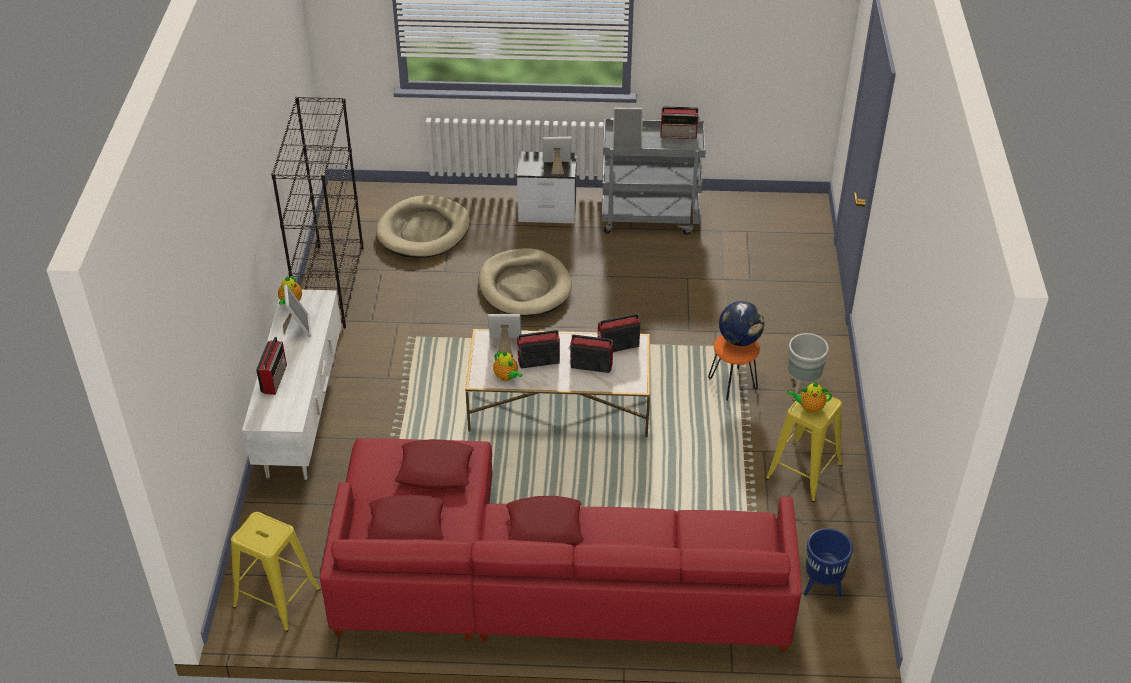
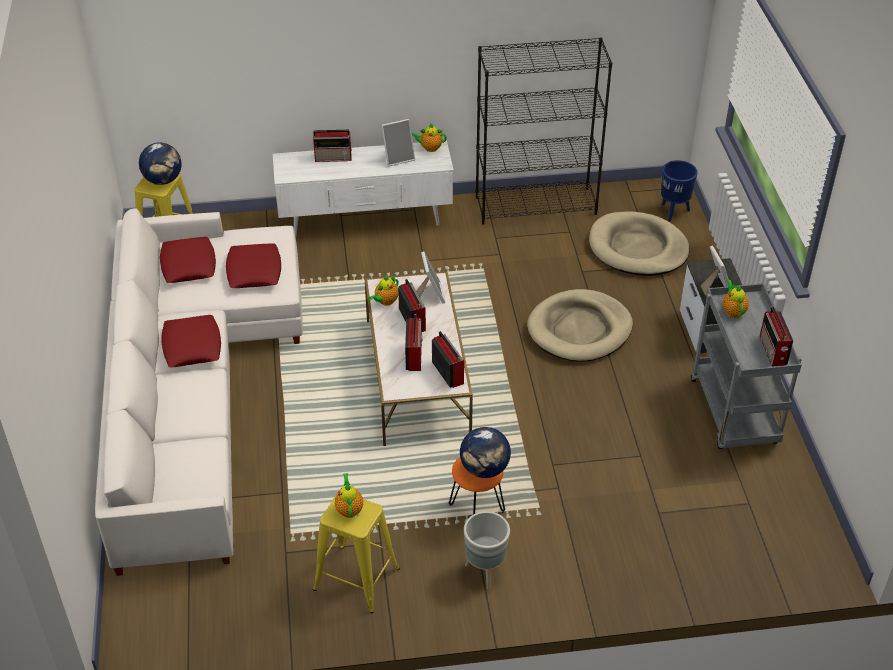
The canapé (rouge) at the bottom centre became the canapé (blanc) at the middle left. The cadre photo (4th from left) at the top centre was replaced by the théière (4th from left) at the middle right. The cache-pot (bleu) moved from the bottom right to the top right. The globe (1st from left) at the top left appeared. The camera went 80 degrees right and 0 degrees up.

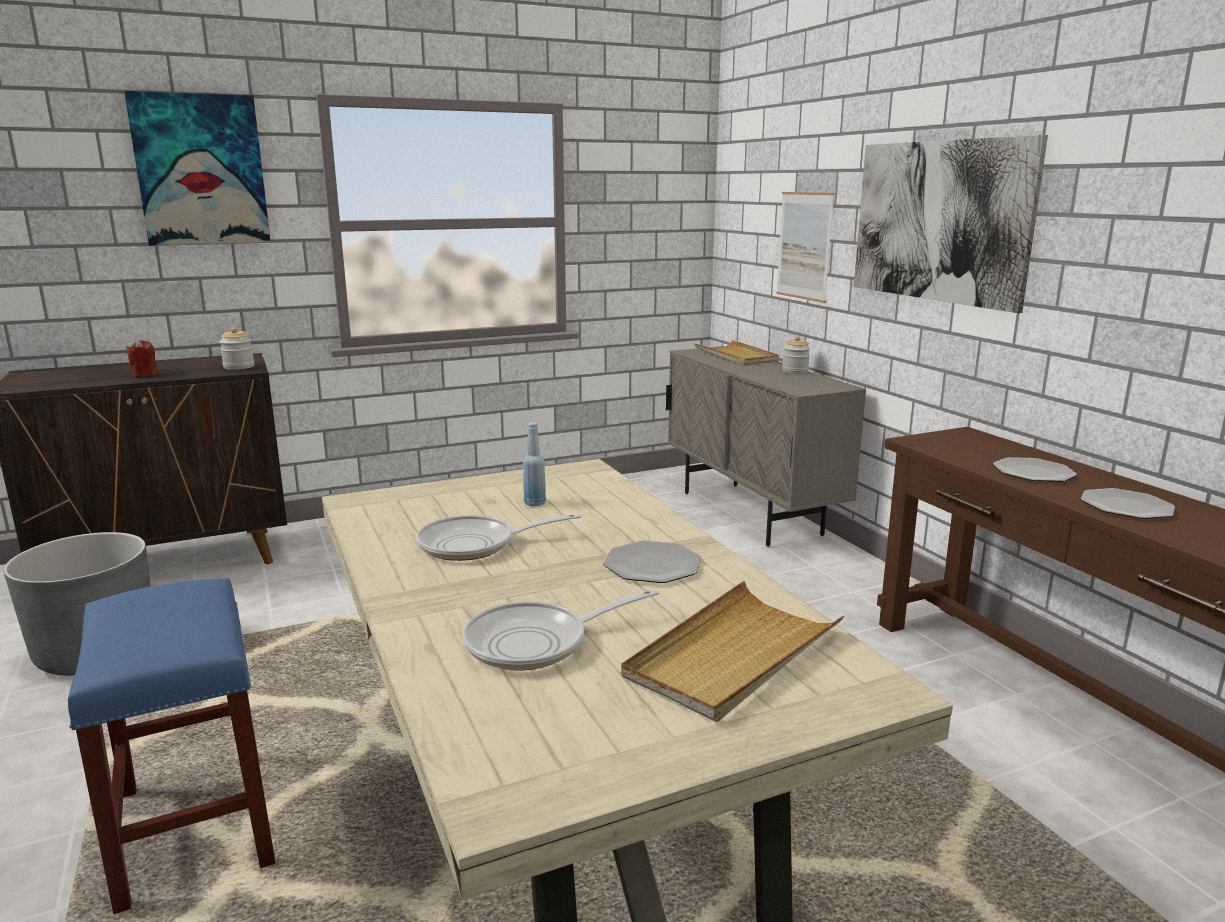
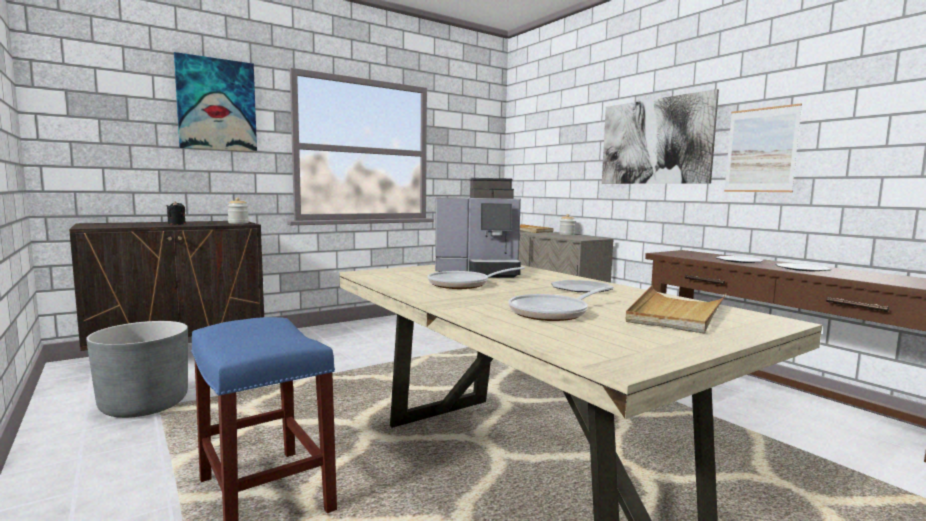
The bougie (rouge) at the middle left became the bougie (noir) at the middle left. The bouteille (bleu) at the centre was replaced by the machine à café at the centre. The tableau (2nd from left in the first image) moved from the top centre to the top right. The camera went 10 degrees left and 10 degrees down.

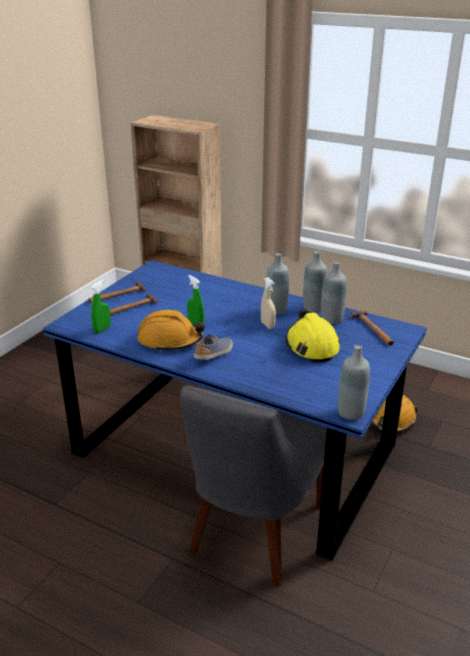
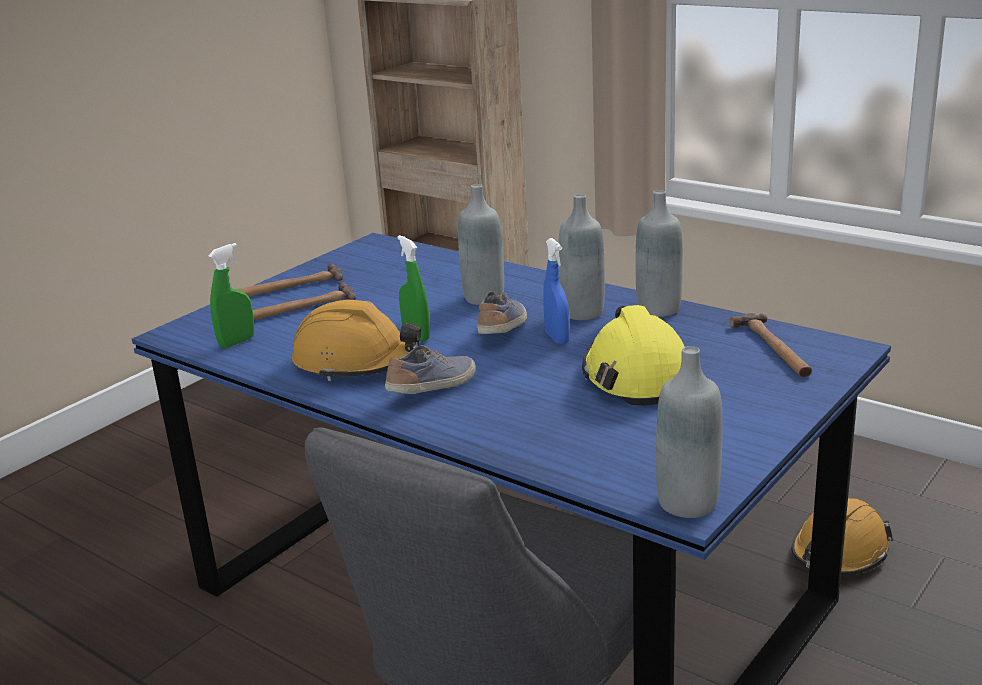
The vaporisateur (beige) at the centre became the vaporisateur (bleu) at the centre. The bouteille (gris) (3rd from left in the first image) moved from the middle right to the centre. The chaussure (2nd from left) at the centre appeared. The camera went 10 degrees right and 5 degrees down.

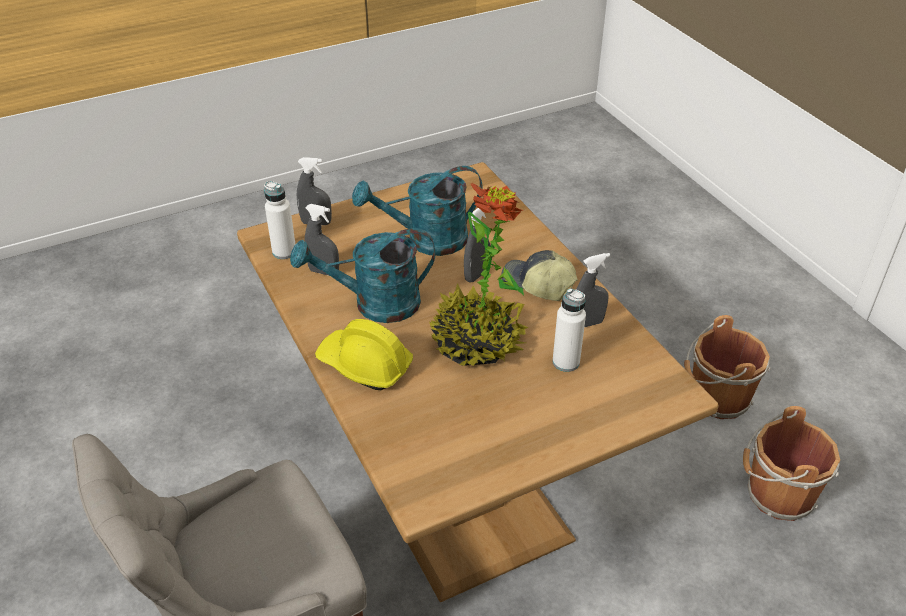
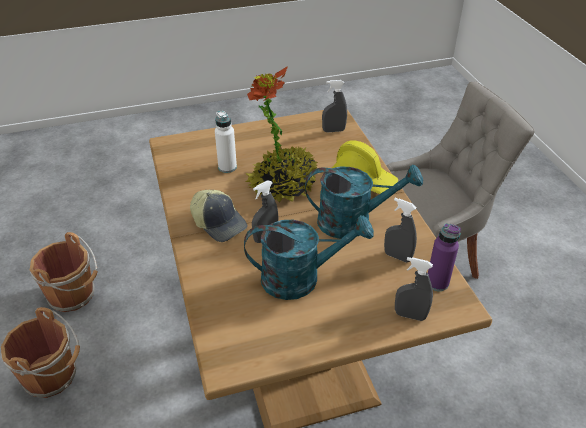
The bouteille (blanc) (1st from left) at the middle left became the bouteille (violet) at the middle right. The vaporisateur (gris) (4th from left in the first image) moved from the centre to the top centre. The camera went 170 degrees left and 0 degrees up.

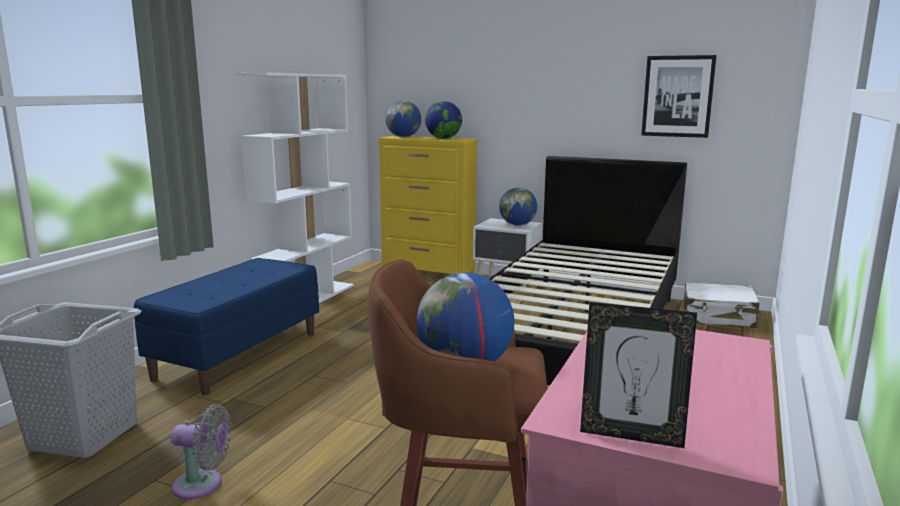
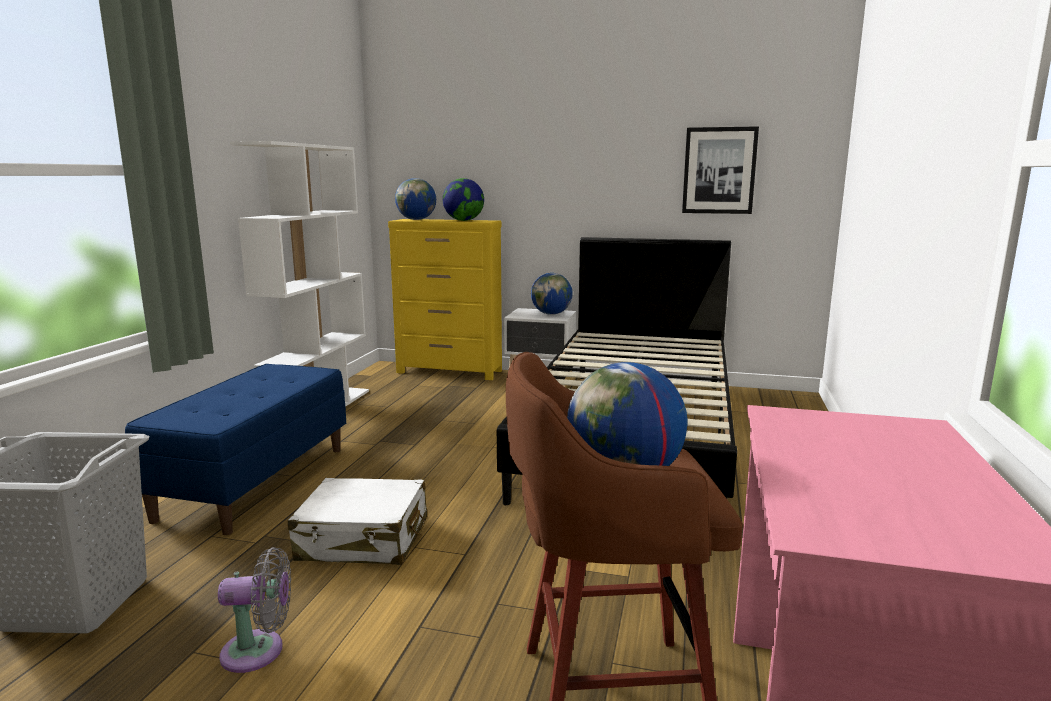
The cadre photo at the bottom right disappeared. The valise (blanc) moved from the middle right to the bottom centre. The camera went 10 degrees left and 0 degrees up.

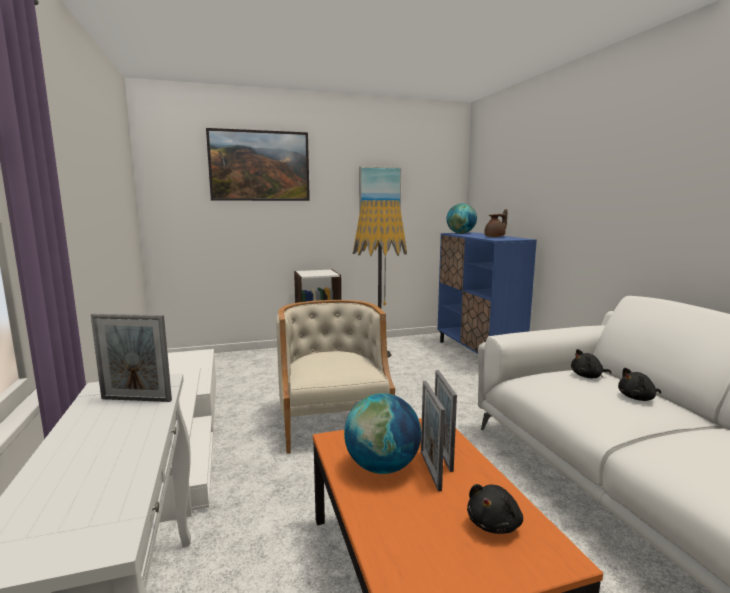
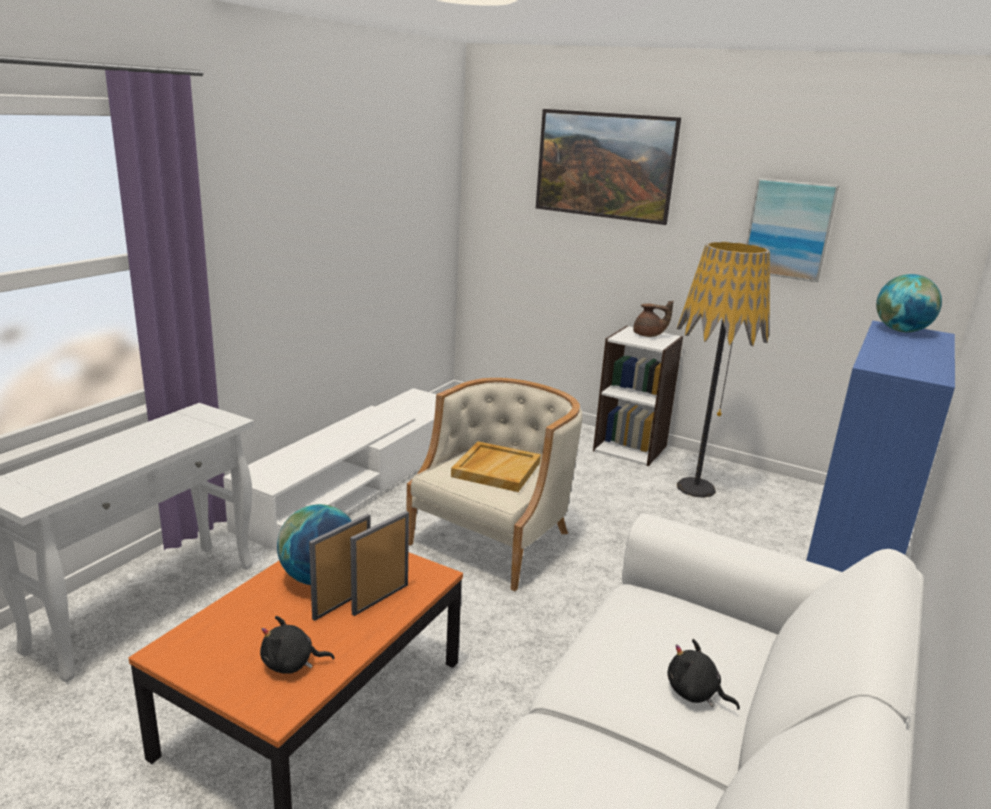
The cadre photo (1st from left) at the middle left disappeared. The théière (marron) moved from the middle right to the centre. The peluche (noir) (2nd from left) at the middle right disappeared. The plateau (beige) at the centre appeared. The camera went 45 degrees right and 10 degrees up.

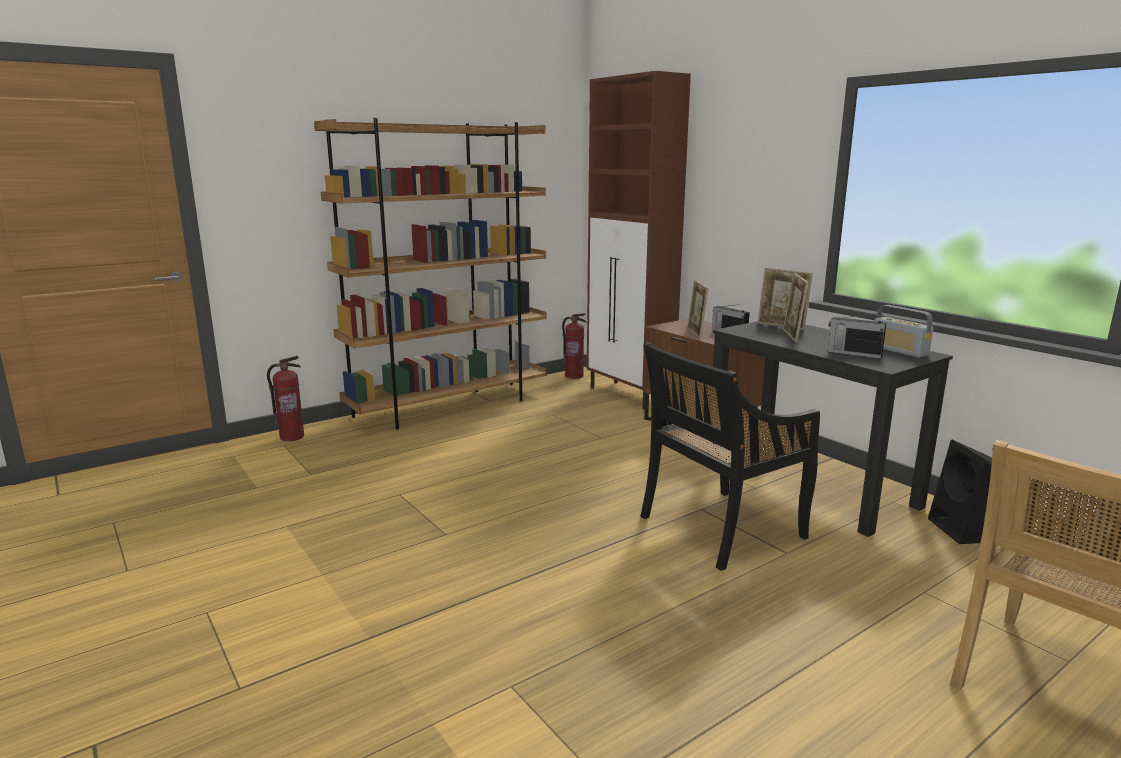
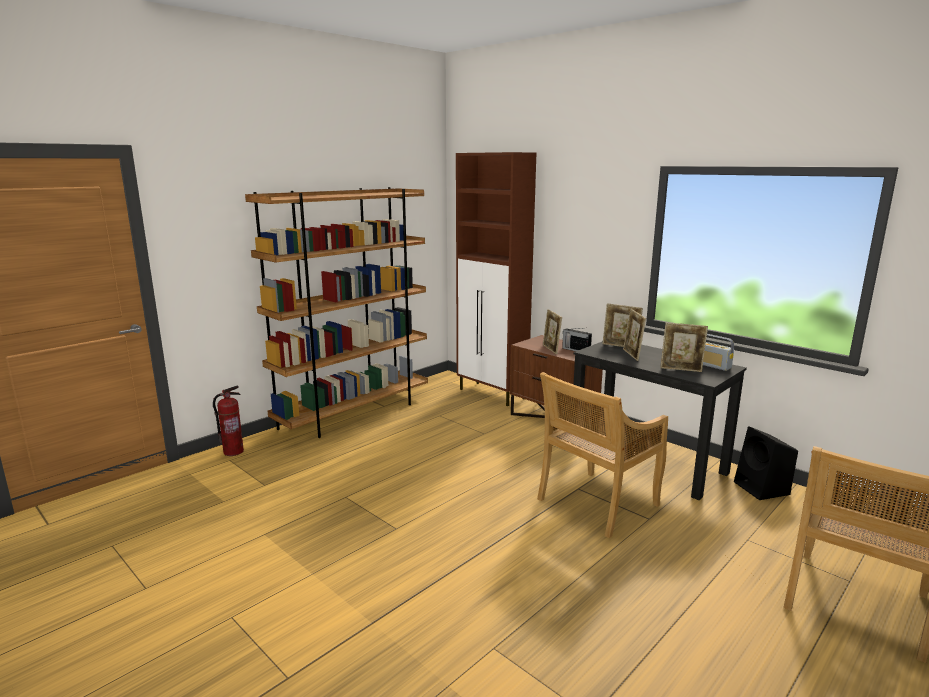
The extincteur (2nd from left) at the centre disappeared. The chaise (noir) at the centre became the chaise (beige) (1st from left) at the centre. The radio (2nd from left) at the middle right was replaced by the cadre photo (4th from left) at the middle right. The camera went 10 degrees left and 0 degrees up.

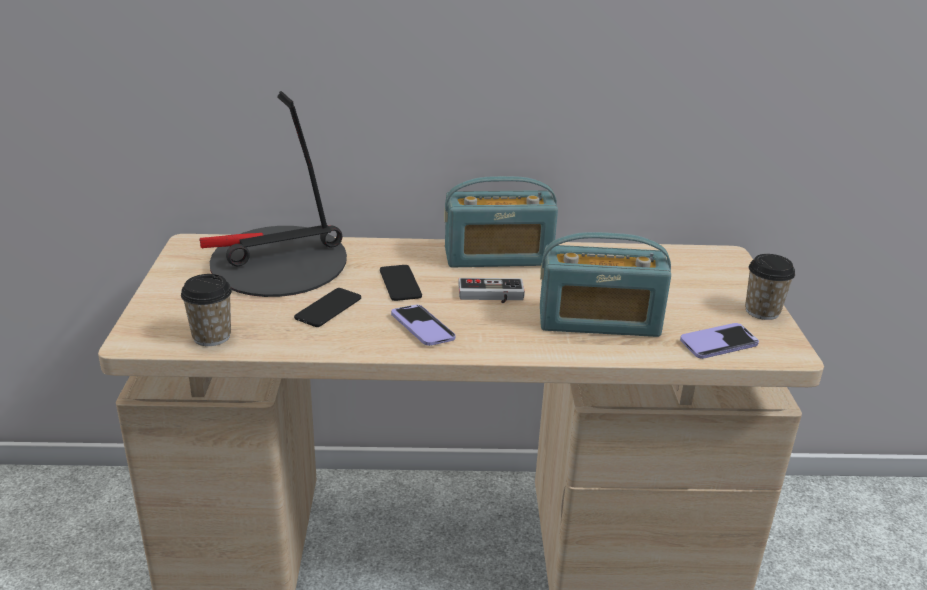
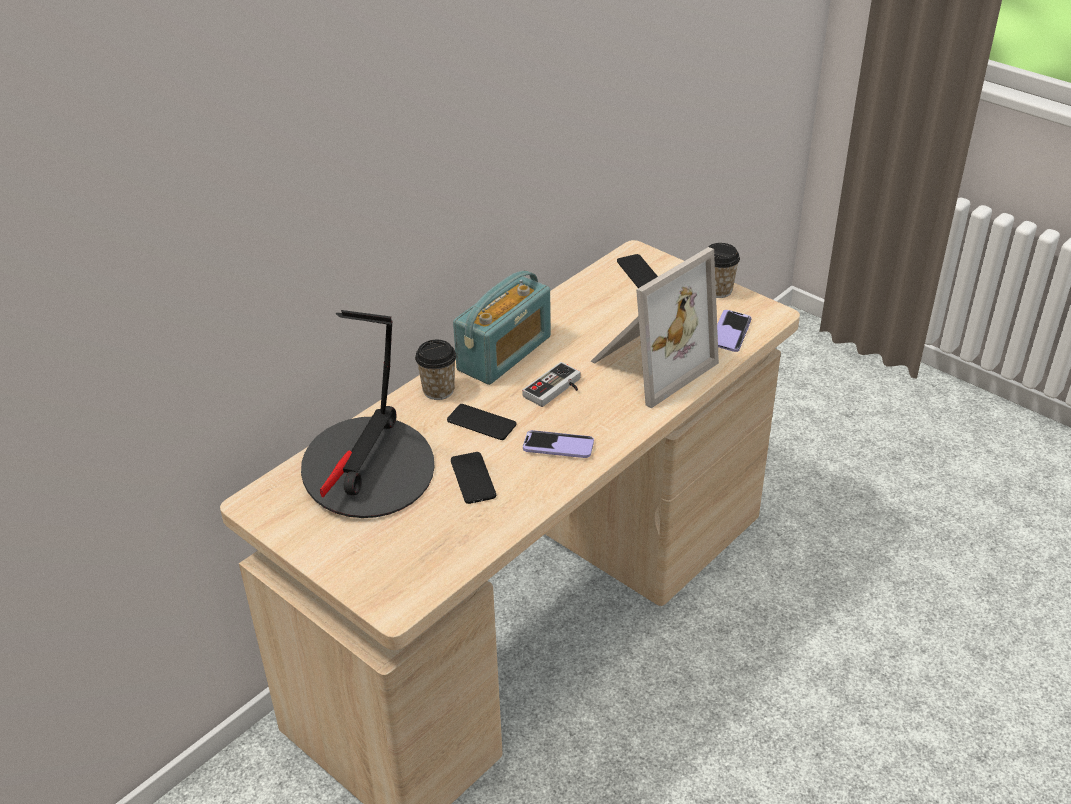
The tasse (1st from left) moved from the middle left to the centre. The radio (2nd from left) at the centre was replaced by the cadre photo at the centre. The téléphone (4th from left) at the centre appeared. The camera went 45 degrees left and 10 degrees up.

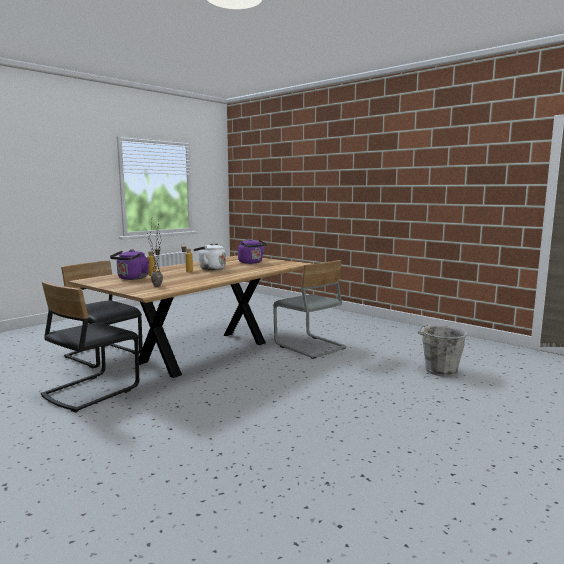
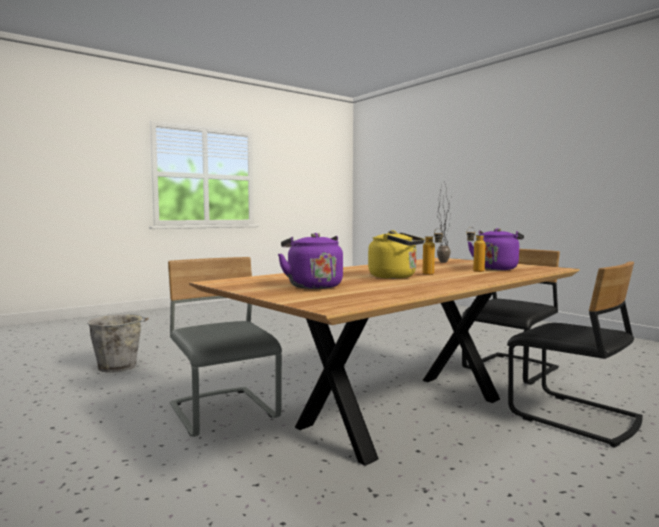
The bouilloire (blanc) at the centre became the bouilloire (jaune) at the centre. The camera went 170 degrees left and 5 degrees down.

